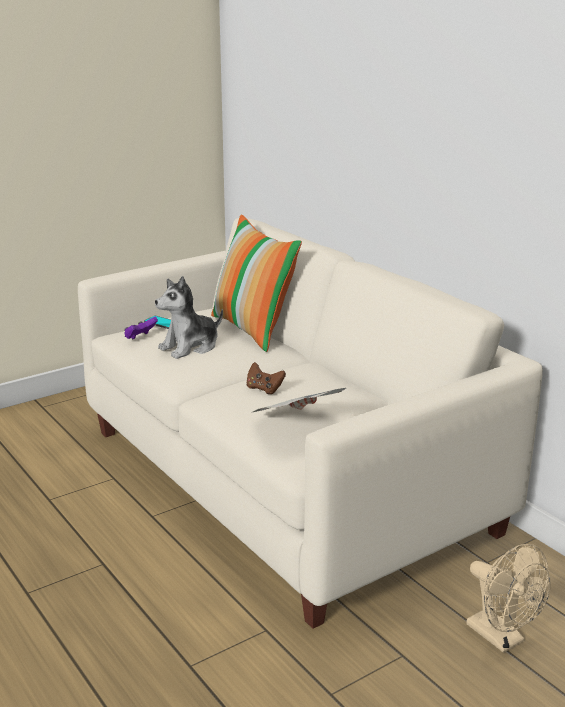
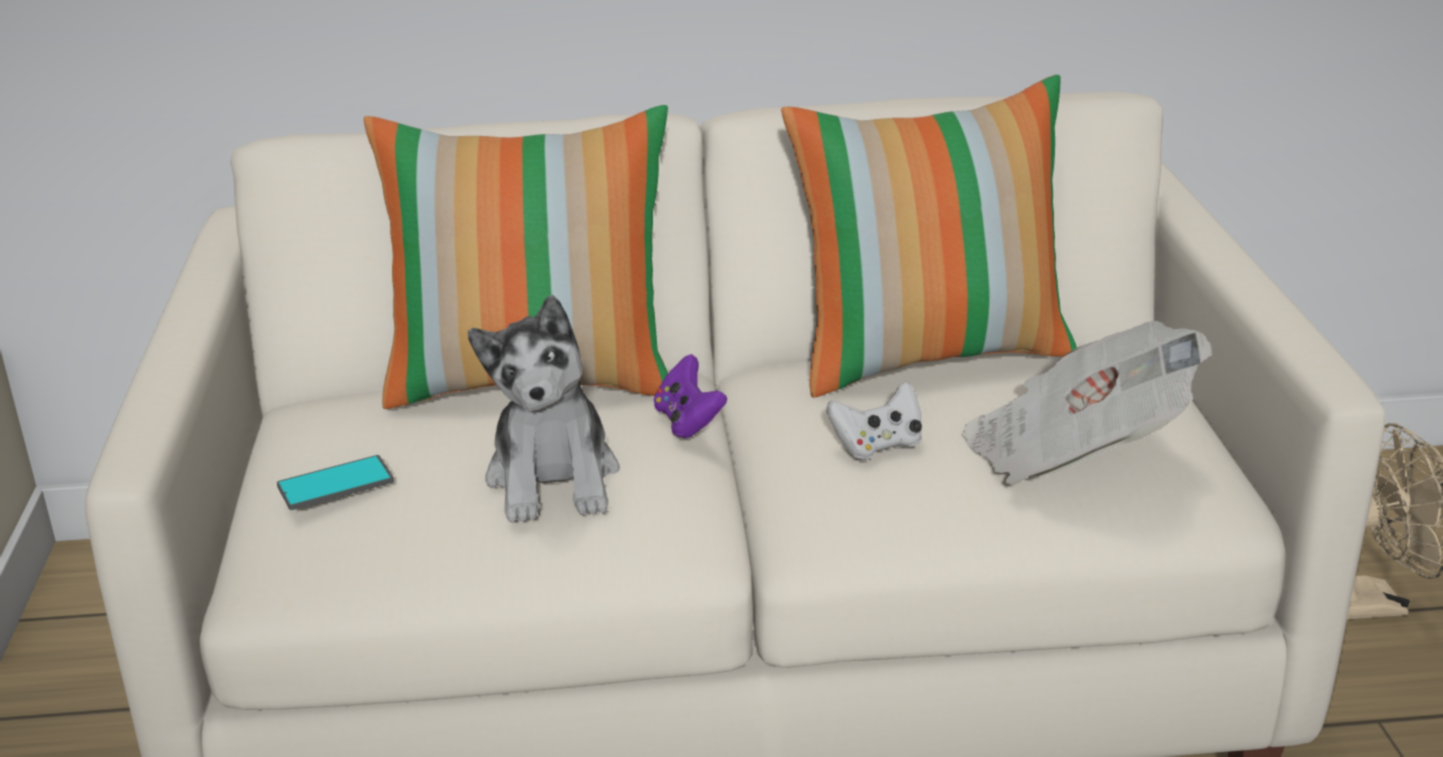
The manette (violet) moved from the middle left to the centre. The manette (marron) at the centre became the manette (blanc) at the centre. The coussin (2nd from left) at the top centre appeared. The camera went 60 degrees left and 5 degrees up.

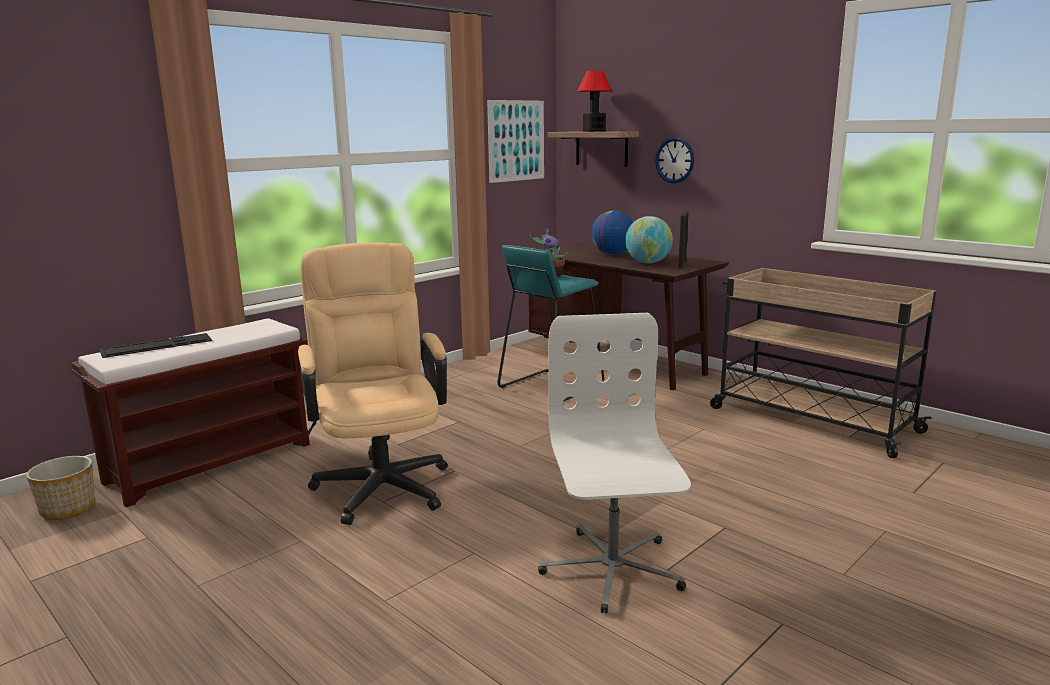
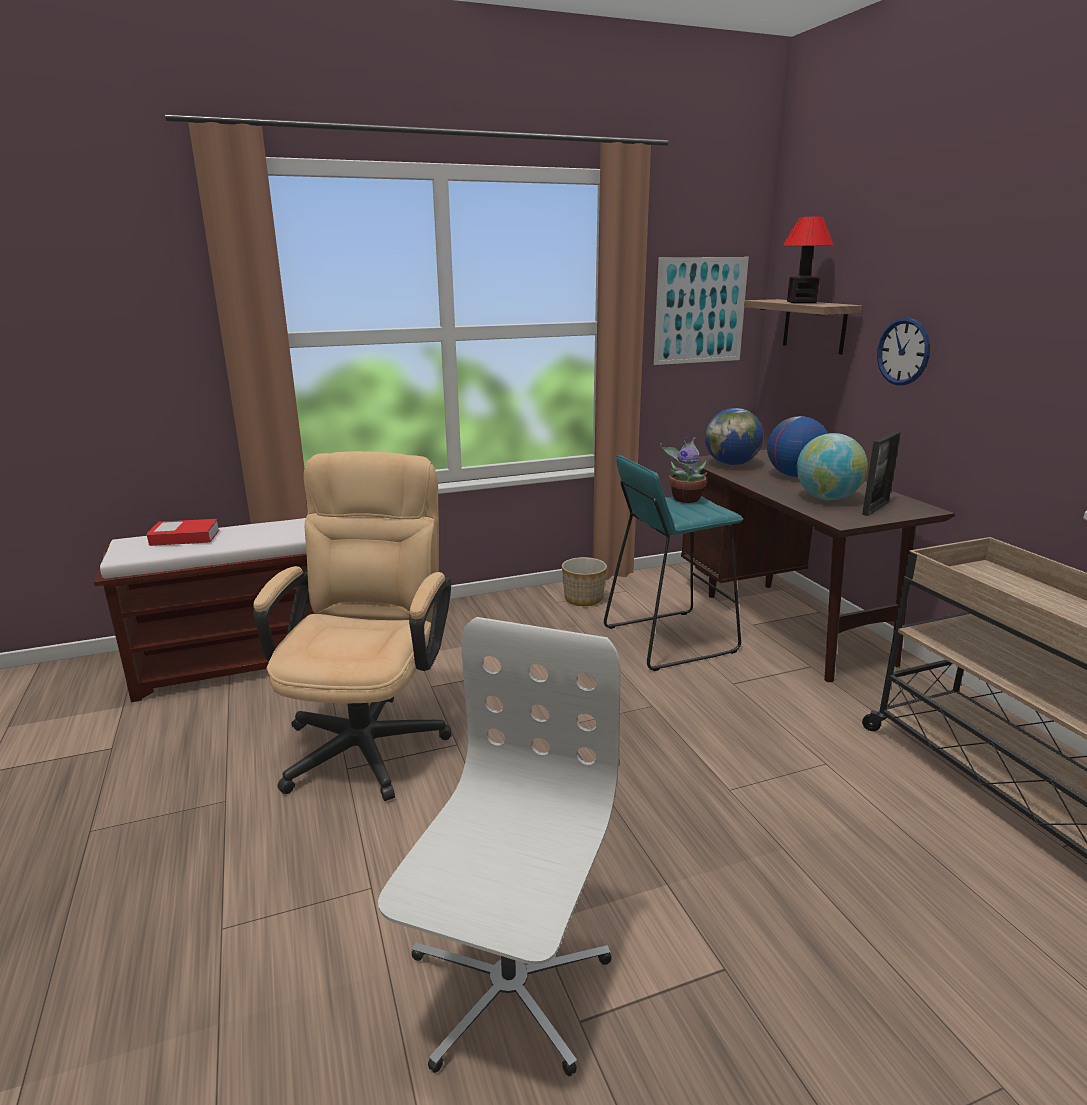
The cache-pot moved from the bottom left to the centre. The clavier at the middle left was replaced by the livre at the middle left. The globe (1st from left) at the middle right appeared. The camera went 25 degrees right and 5 degrees up.

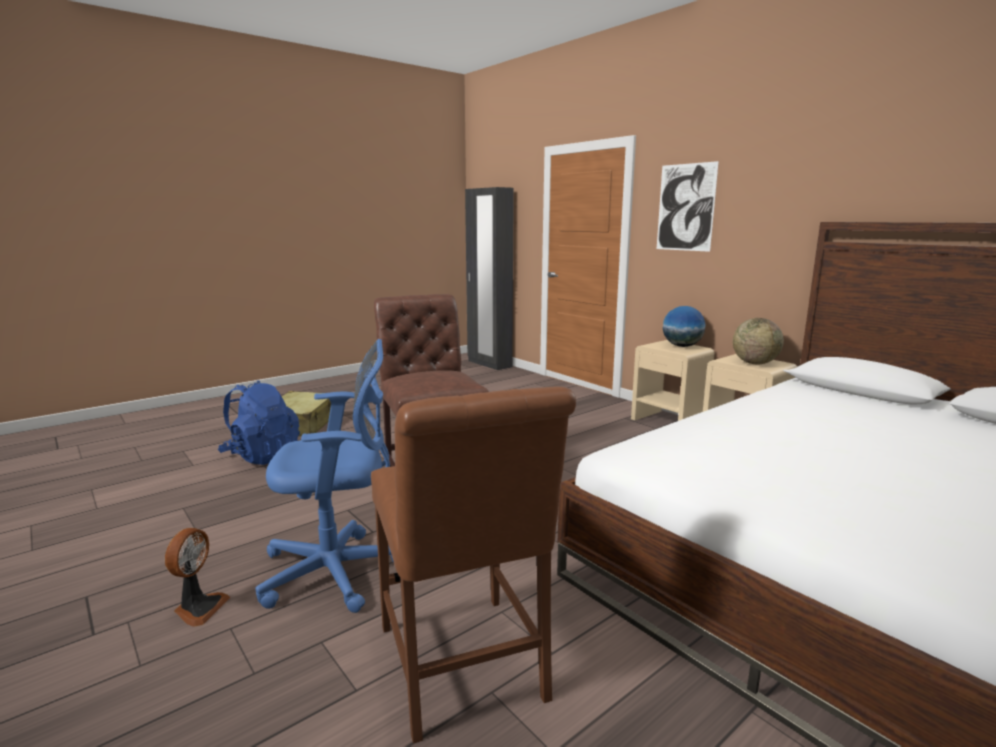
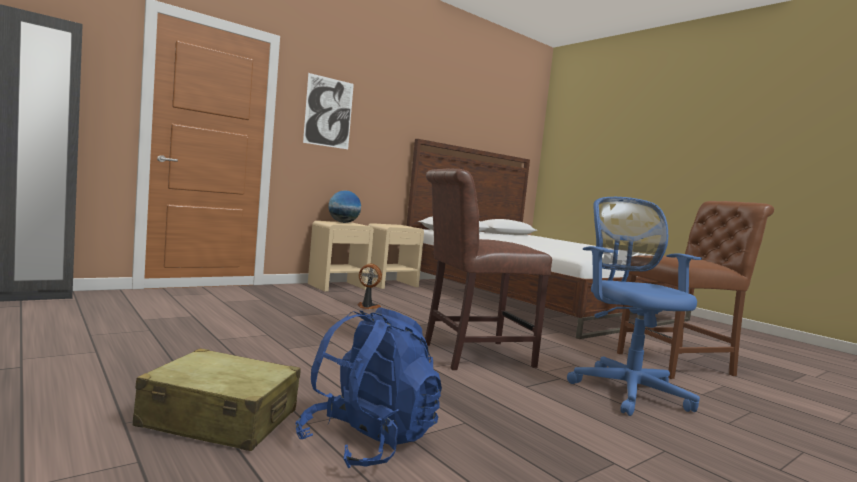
The ventilateur moved from the bottom left to the centre. The globe (2nd from left) at the middle right disappeared. The camera went 90 degrees left and 10 degrees down.

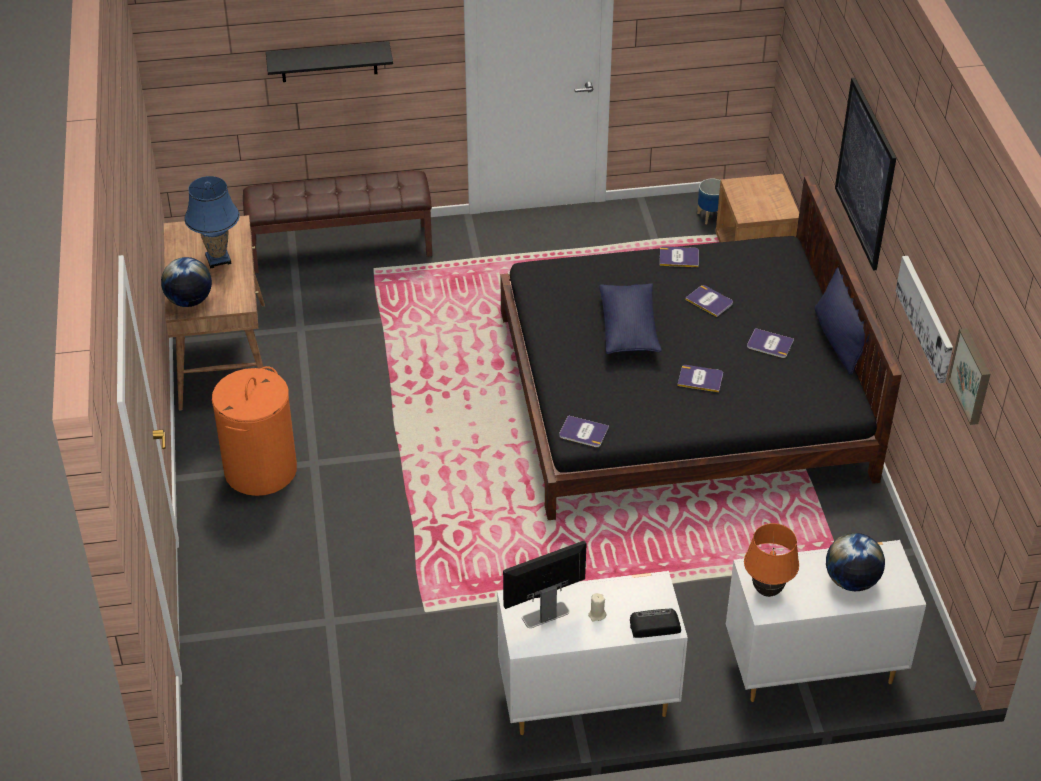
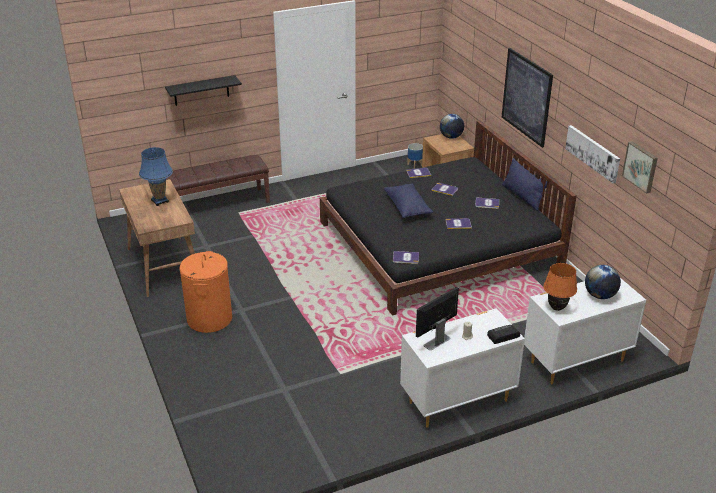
The globe (1st from left) moved from the middle left to the top centre. The camera went 15 degrees left and 10 degrees down.

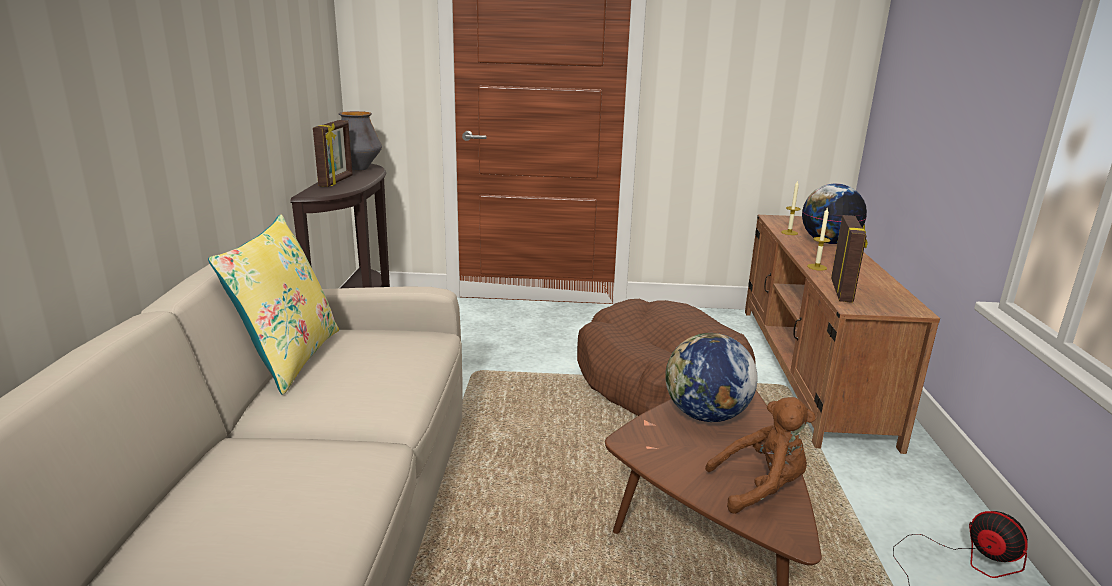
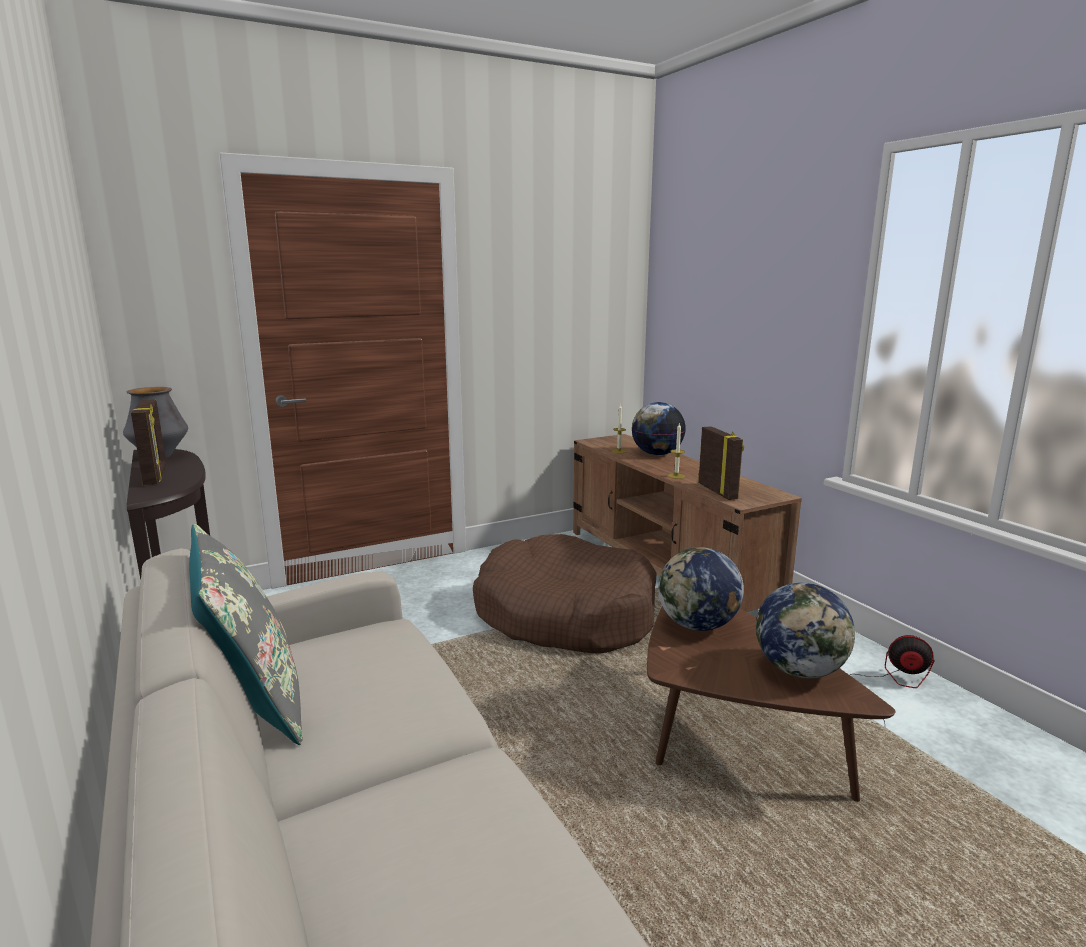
The coussin (jaune) at the middle left became the coussin (gris) at the bottom left. The peluche (marron) at the bottom right was replaced by the globe (3rd from left) at the middle right. The camera went 30 degrees left and 5 degrees down.

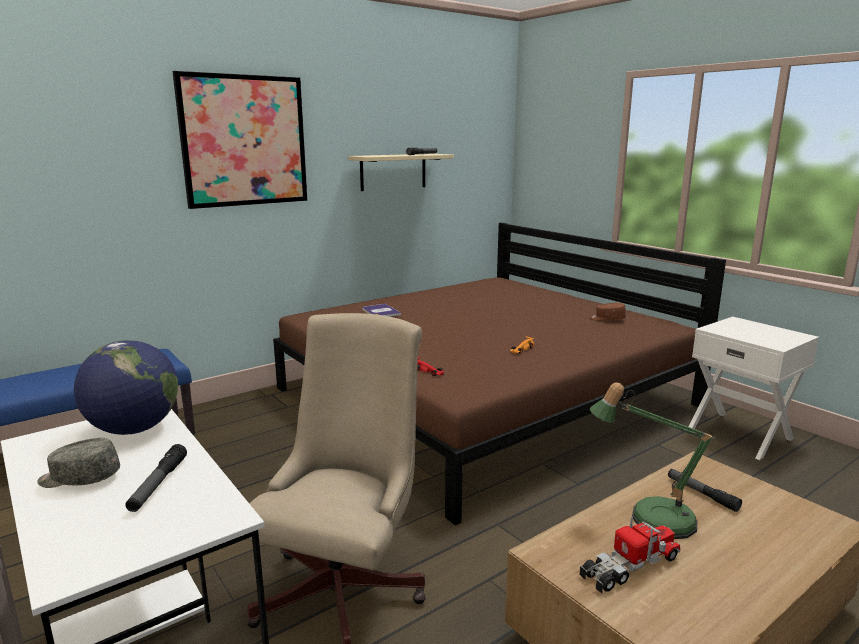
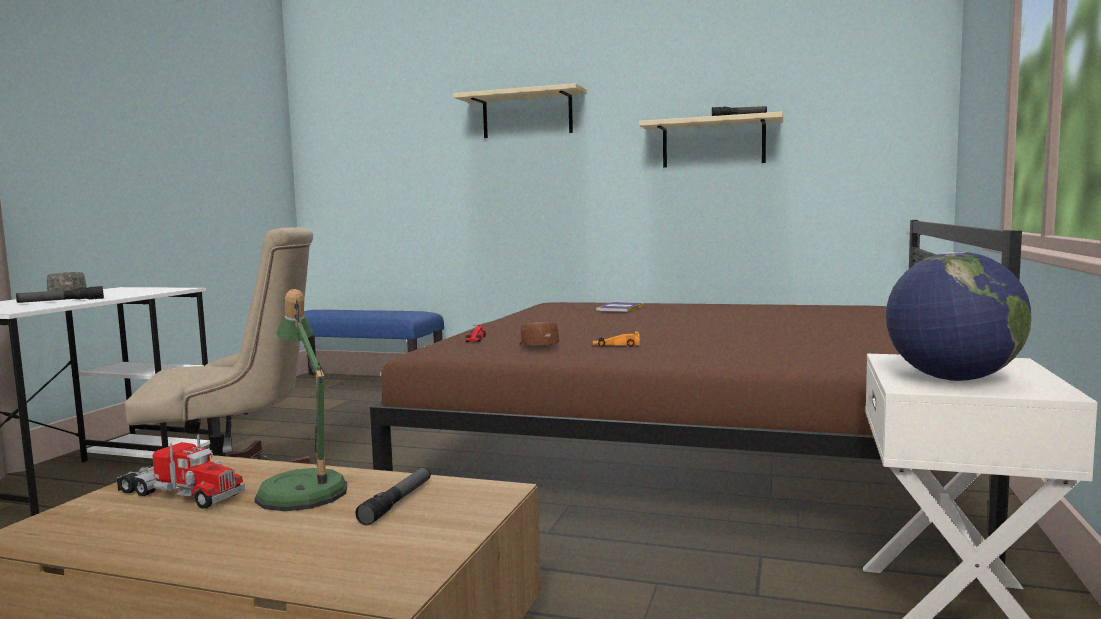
The globe moved from the middle left to the middle right. The tableau at the top left was replaced by the étagère (beige) (1st from left) at the top centre. The casquette (marron) moved from the middle right to the centre. The camera went 55 degrees right and 10 degrees down.

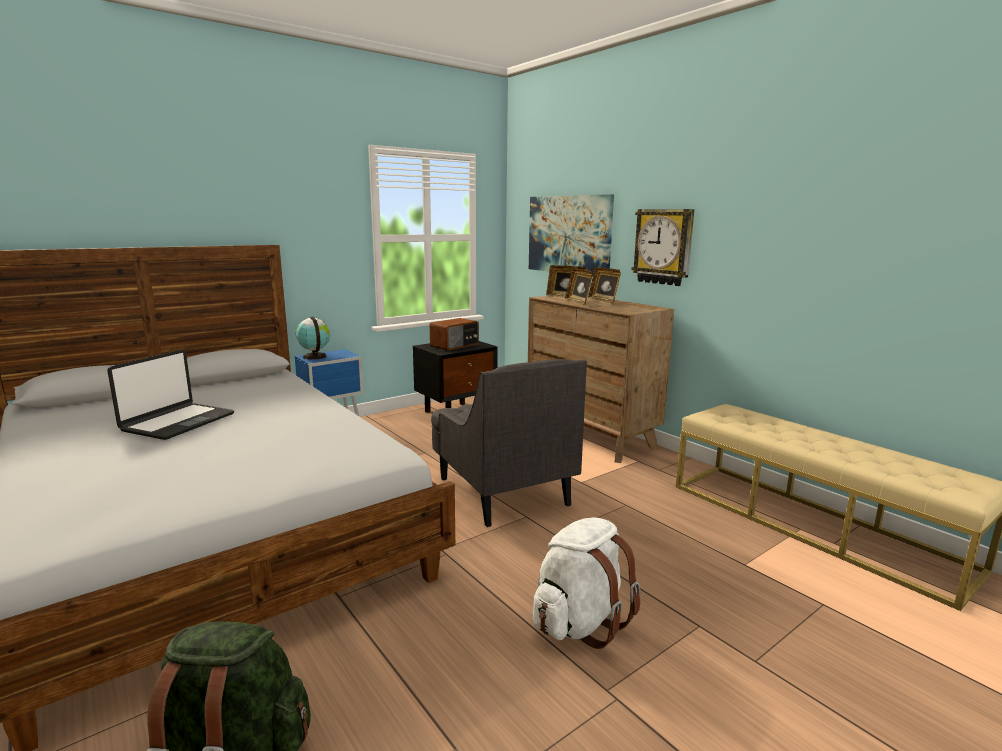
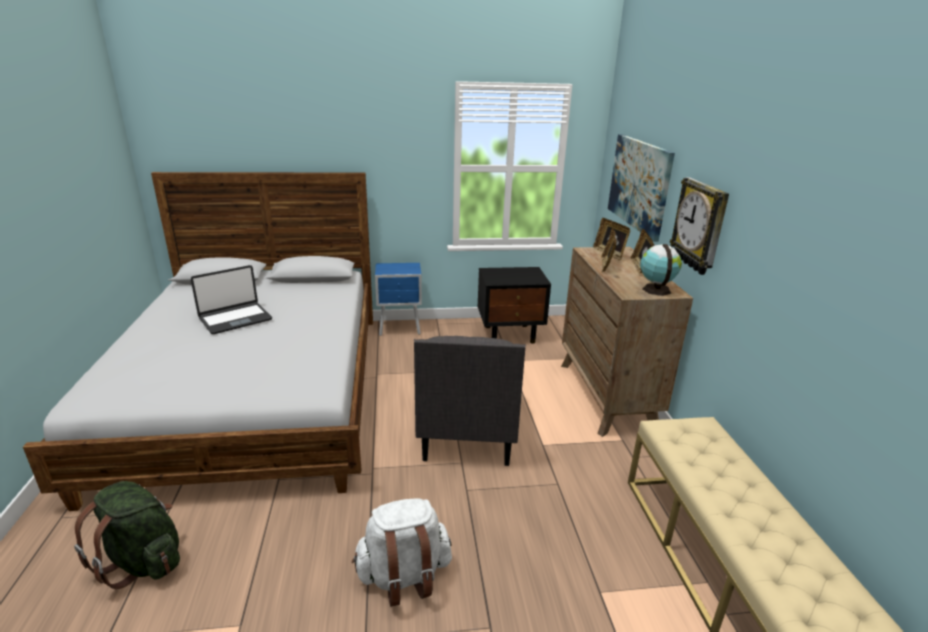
The globe moved from the middle left to the middle right. The radio at the centre disappeared. The camera went 30 degrees right and 10 degrees up.

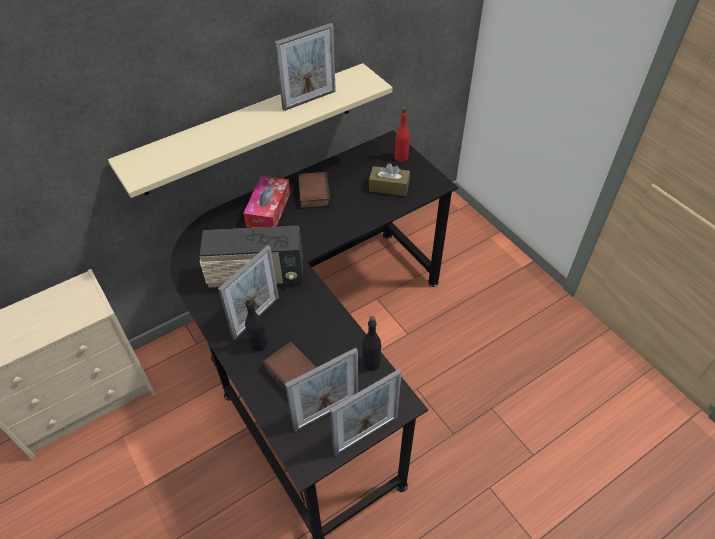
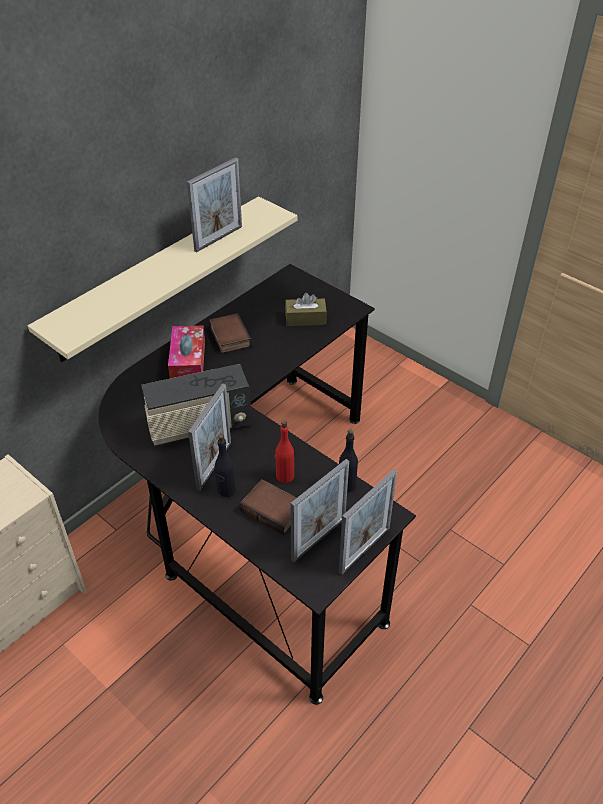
The bouteille (rouge) moved from the top centre to the centre. The camera went 15 degrees left and 5 degrees down.

